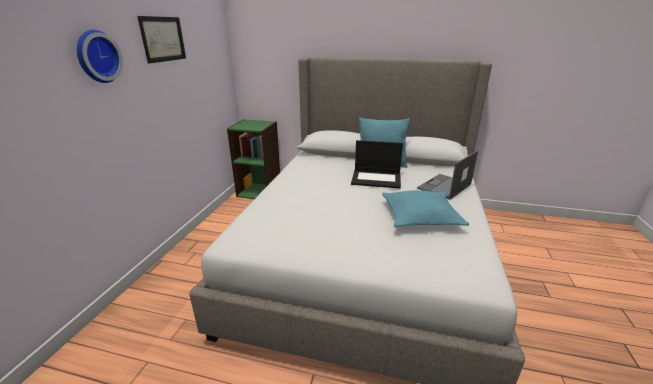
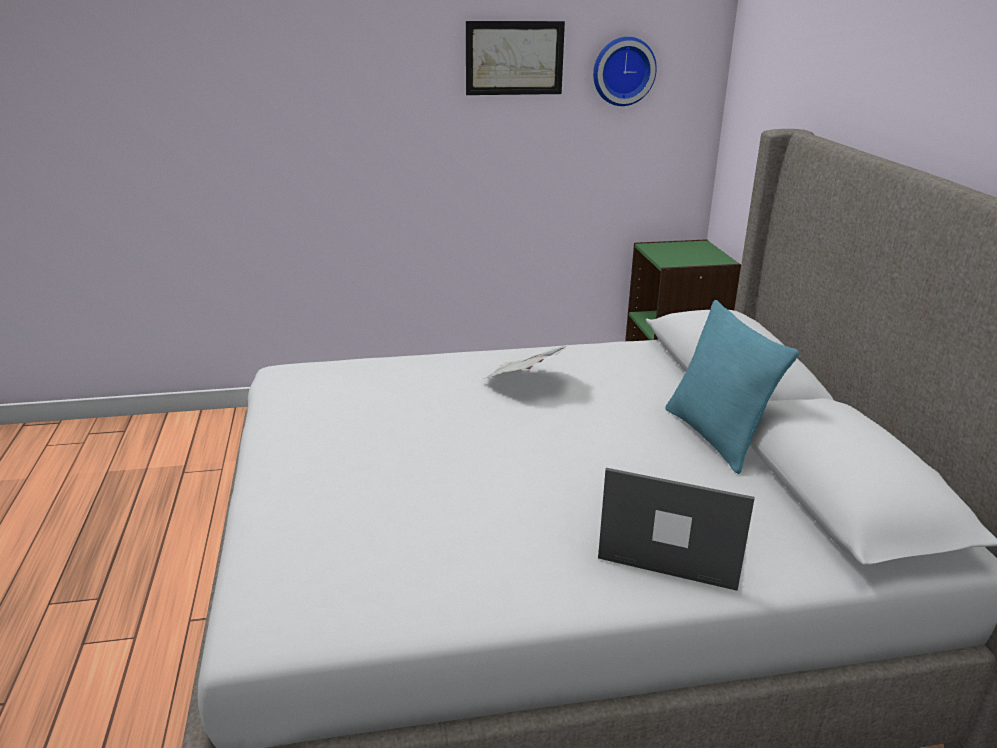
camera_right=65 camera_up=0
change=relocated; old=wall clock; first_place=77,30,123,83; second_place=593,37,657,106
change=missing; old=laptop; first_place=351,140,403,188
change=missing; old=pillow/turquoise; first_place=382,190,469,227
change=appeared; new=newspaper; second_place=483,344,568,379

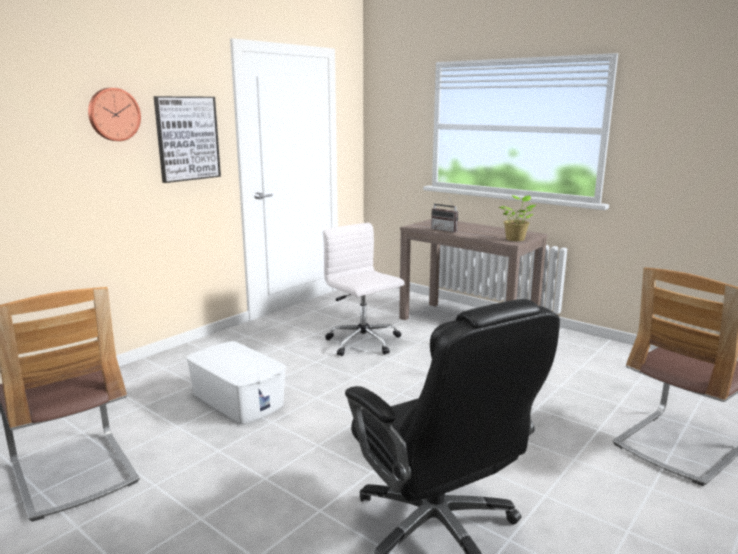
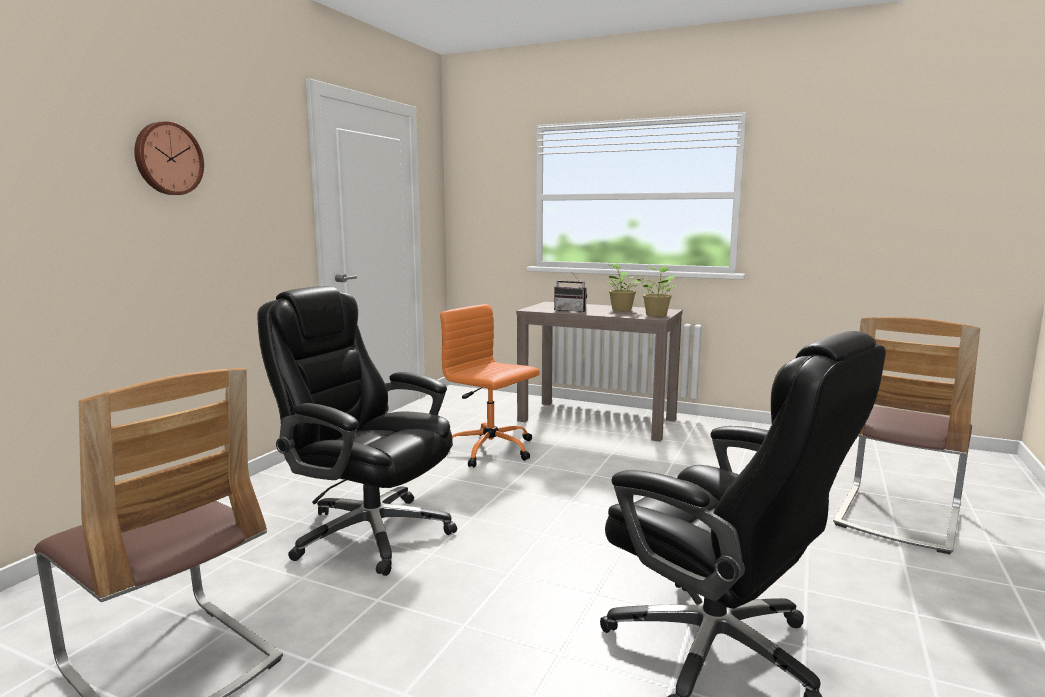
camera_right=-15 camera_up=-5
change=missing; old=picture; first_place=154,96,221,183
change=exchanged; old=storage box/white; new=office chair/black; first_place=186,341,286,424; second_place=257,286,457,576
change=colour; old=office chair/white; new=office chair/orange; first_place=323,223,405,356; second_place=440,304,540,468
change=appeared; new=potted plant; second_place=605,263,639,311

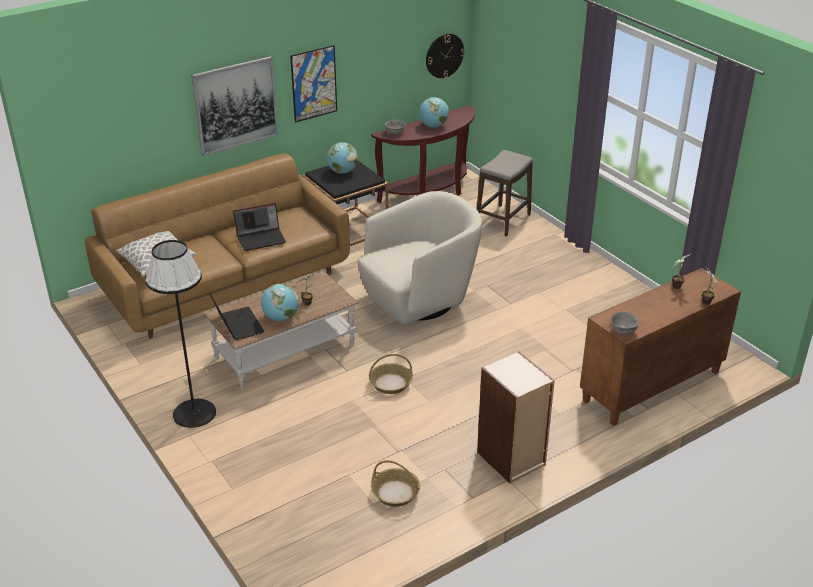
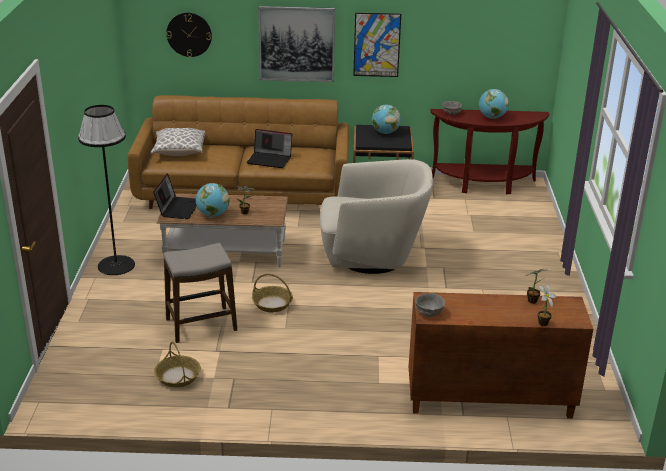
camera_right=35 camera_up=-5
change=relocated; old=wall clock; first_place=426,33,465,78; second_place=166,13,212,57
change=relocated; old=stool; first_place=477,150,533,237; second_place=164,243,237,343
change=missing; old=bookcase; first_place=477,352,555,483

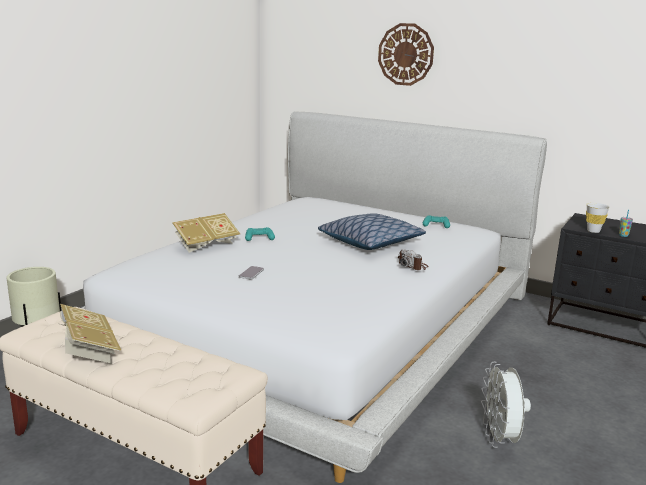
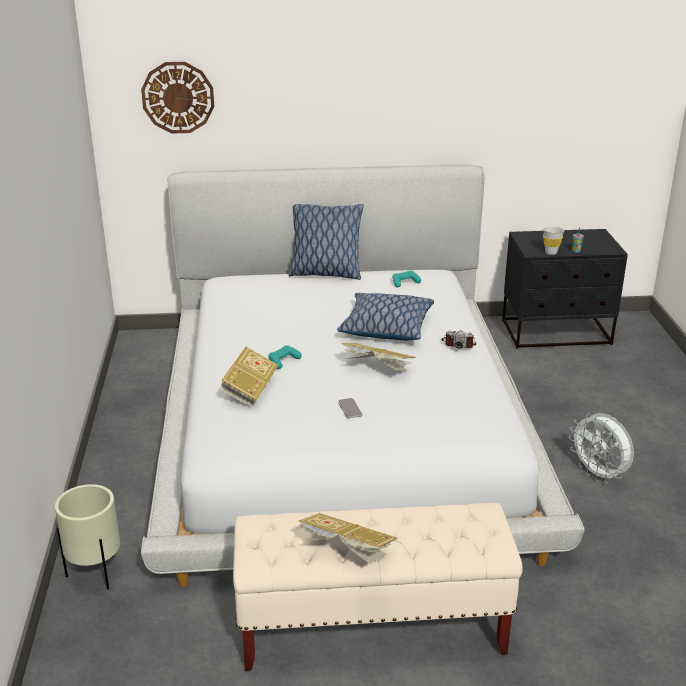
camera_right=-35 camera_up=10
change=relocated; old=wall clock; first_place=378,23,434,86; second_place=141,62,214,133
change=appeared; new=pillow; second_place=289,204,364,280
change=appeared; new=book; second_place=341,343,416,371

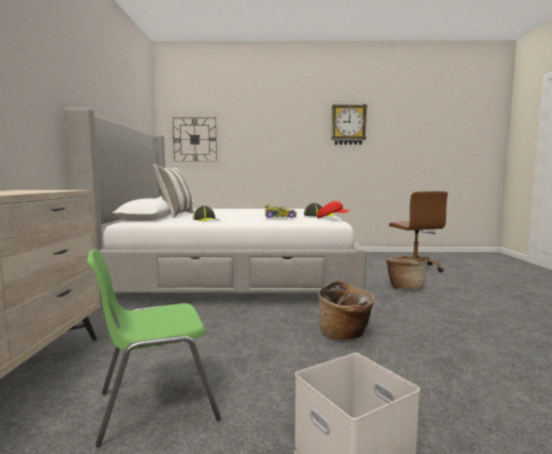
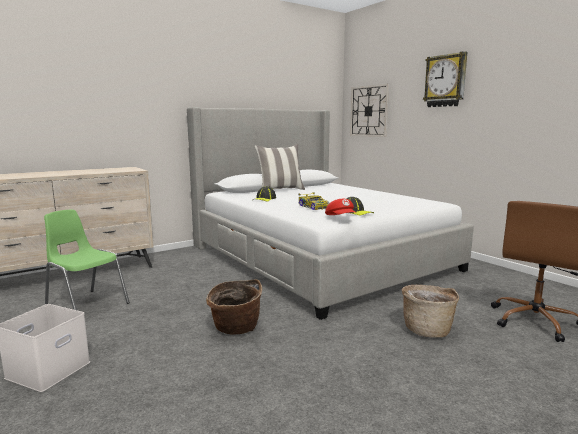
camera_right=55 camera_up=5
change=relocated; old=wall clock; first_place=331,104,367,145; second_place=423,52,467,107

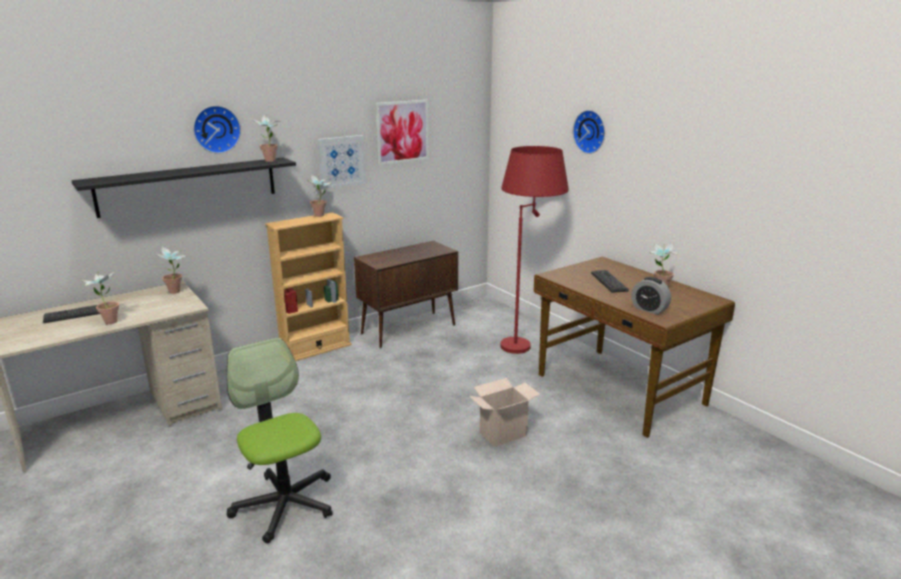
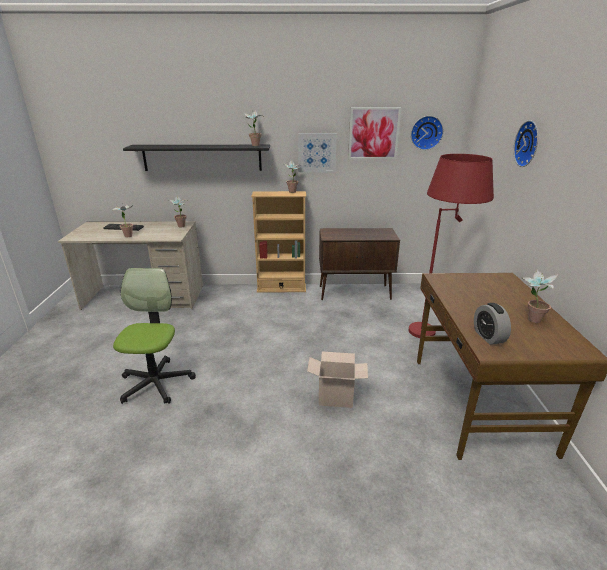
camera_right=35 camera_up=5
change=relocated; old=wall clock; first_place=193,105,241,154; second_place=411,116,443,150
change=missing; old=keyboard; first_place=591,270,629,293

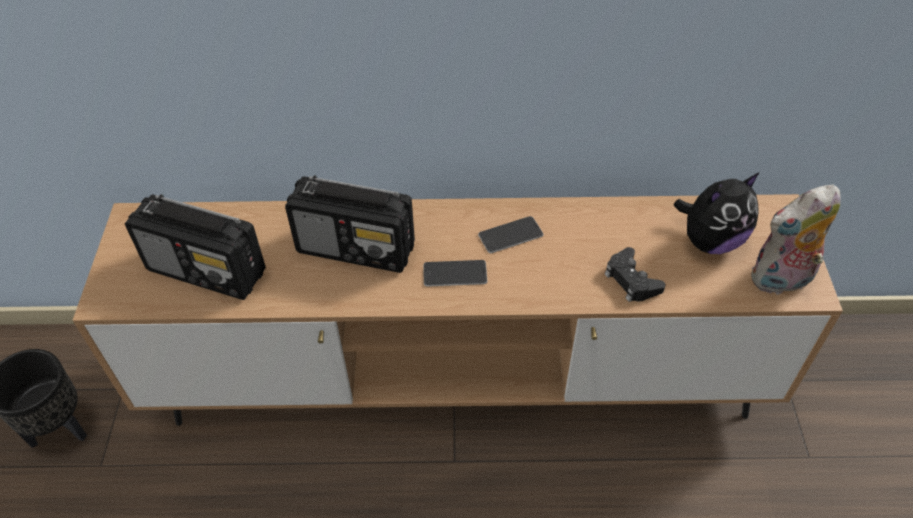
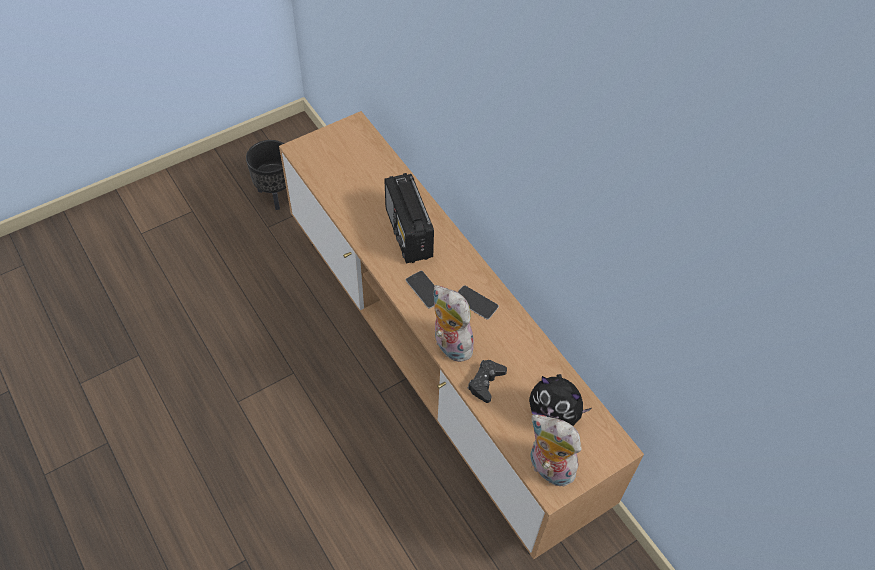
camera_right=55 camera_up=5
change=missing; old=radio; first_place=125,194,266,300
change=appeared; new=plush toy; second_place=434,285,478,362

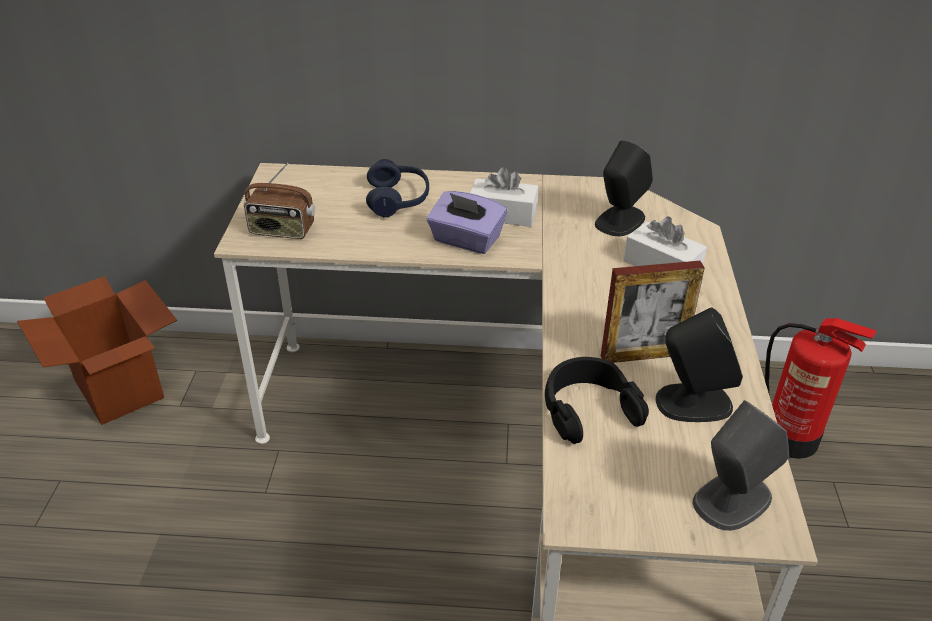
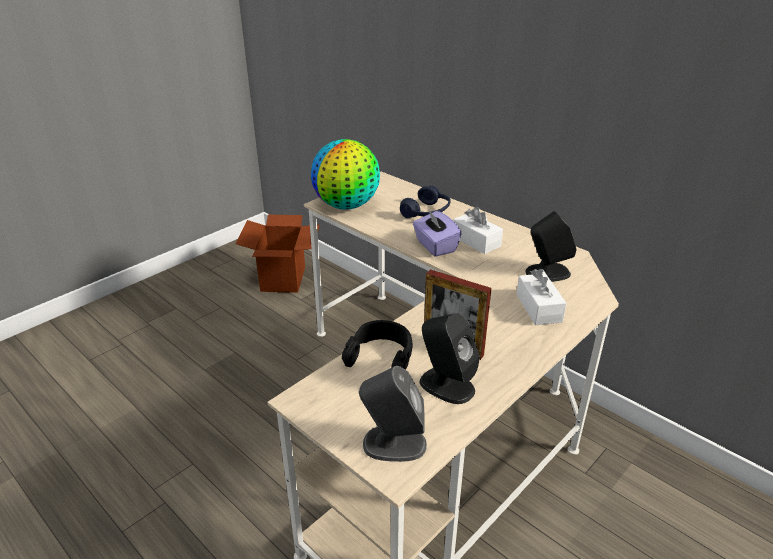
camera_right=40 camera_up=-5
change=exchanged; old=radio; new=globe; first_place=244,163,315,239; second_place=311,139,380,210
change=missing; old=fire extinguisher; first_place=765,318,877,459

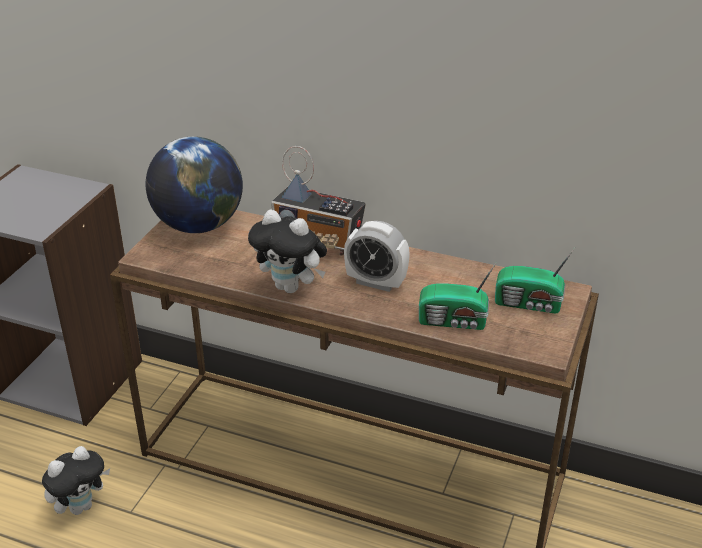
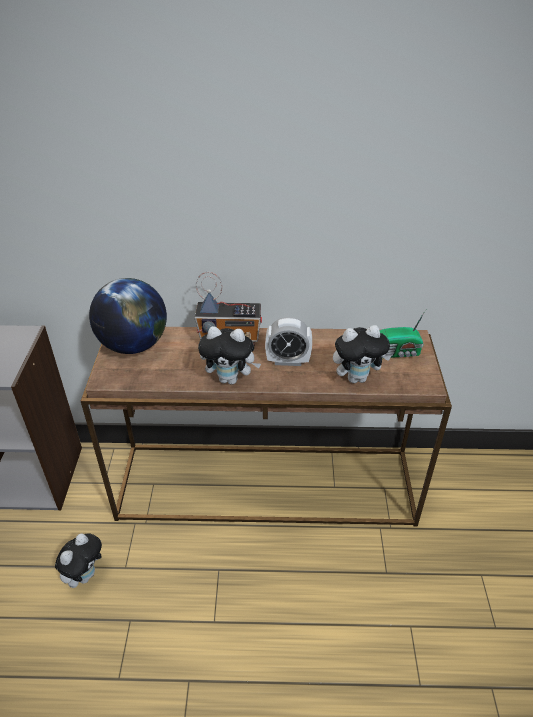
camera_right=-20 camera_up=5
change=exchanged; old=radio; new=plush toy; first_place=419,262,497,330; second_place=333,325,391,383

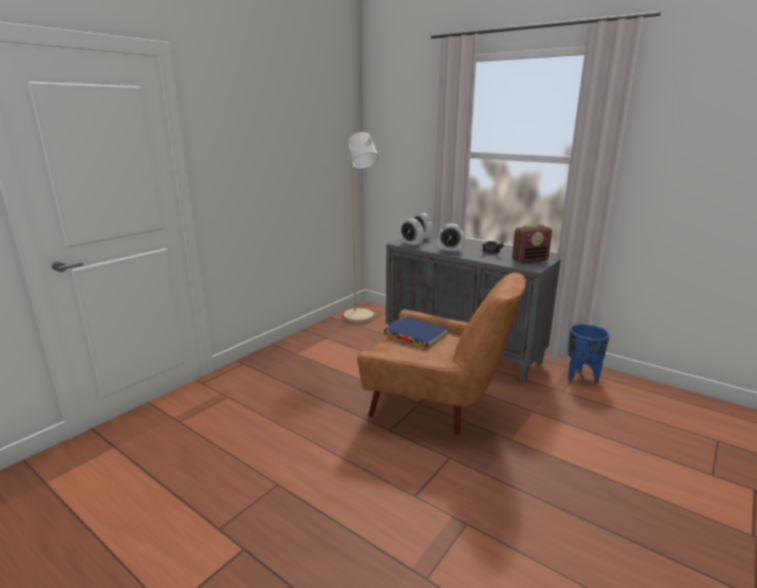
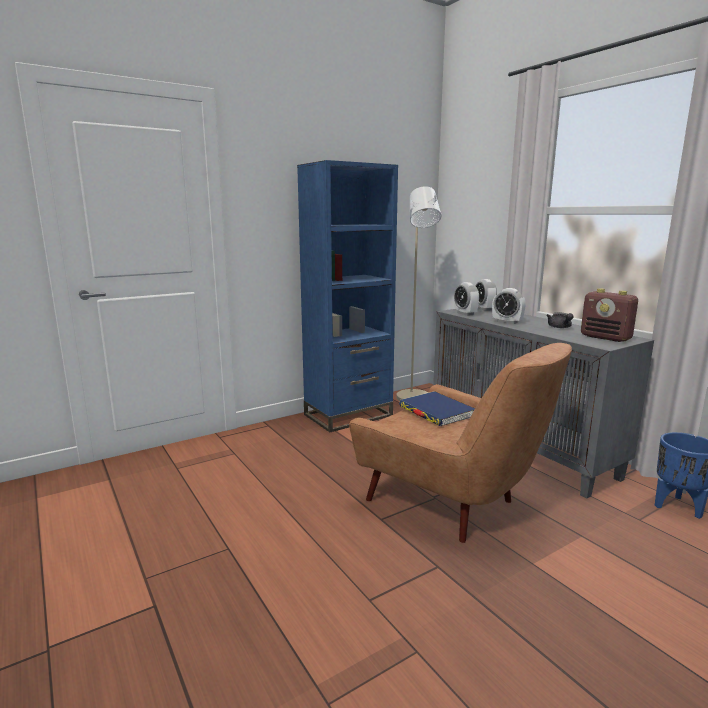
camera_right=20 camera_up=-5
change=spun; old=radio; first_place=512,224,552,263; second_place=581,288,638,342; degrees=45
change=appeared; new=bookcase/blue; second_place=297,160,398,432

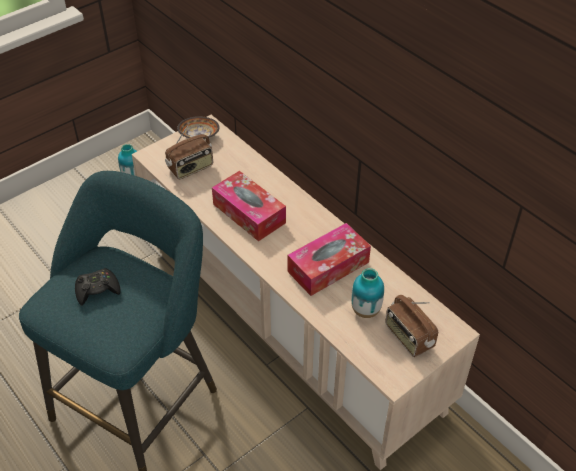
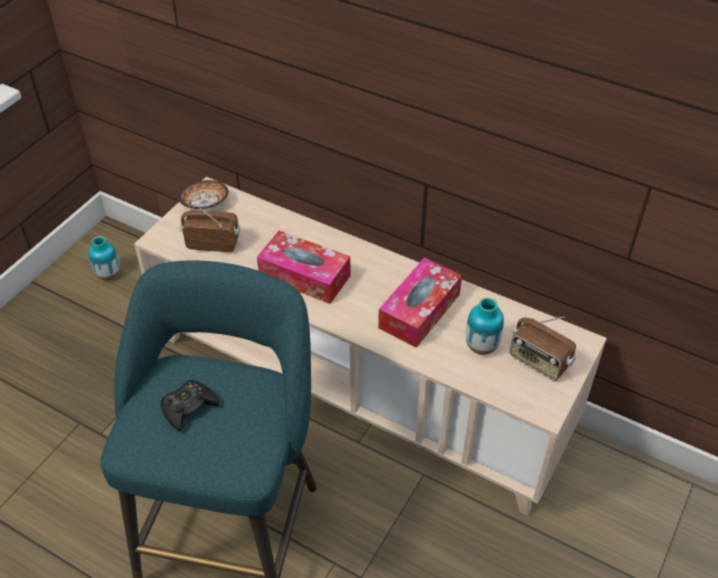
camera_right=-20 camera_up=0
change=spun; old=radio; first_place=165,123,213,179; second_place=180,204,240,252; degrees=-120

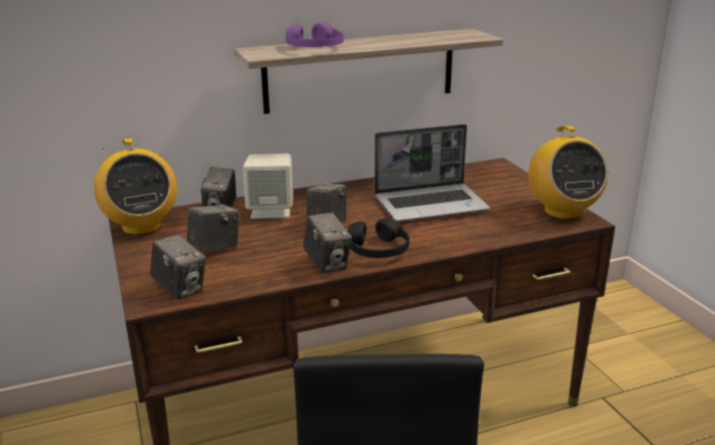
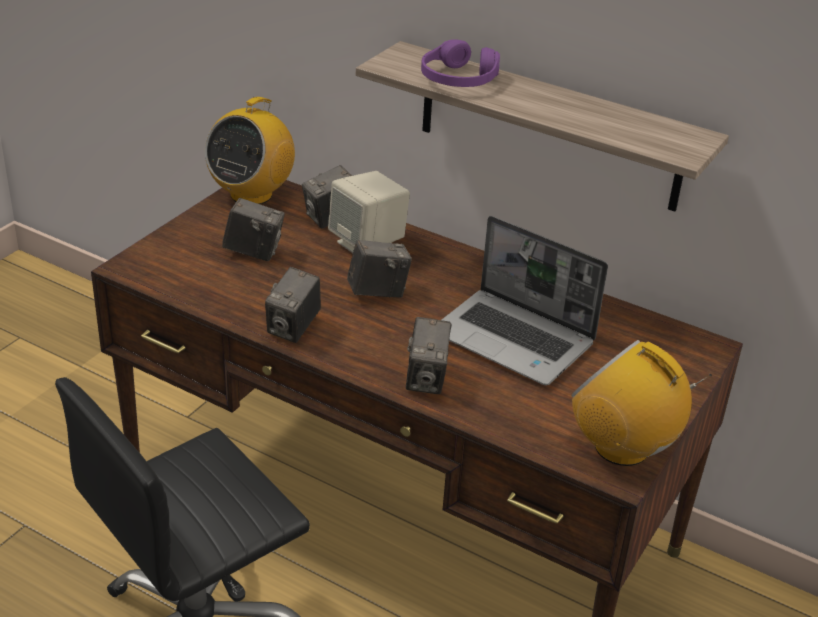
camera_right=50 camera_up=10
change=relocated; old=photo camera; first_place=150,234,206,300; second_place=406,317,452,394
change=missing; old=headphones/black; first_place=348,218,409,258
change=spun; old=radio; first_place=528,126,608,220; second_place=571,340,712,466; degrees=90

